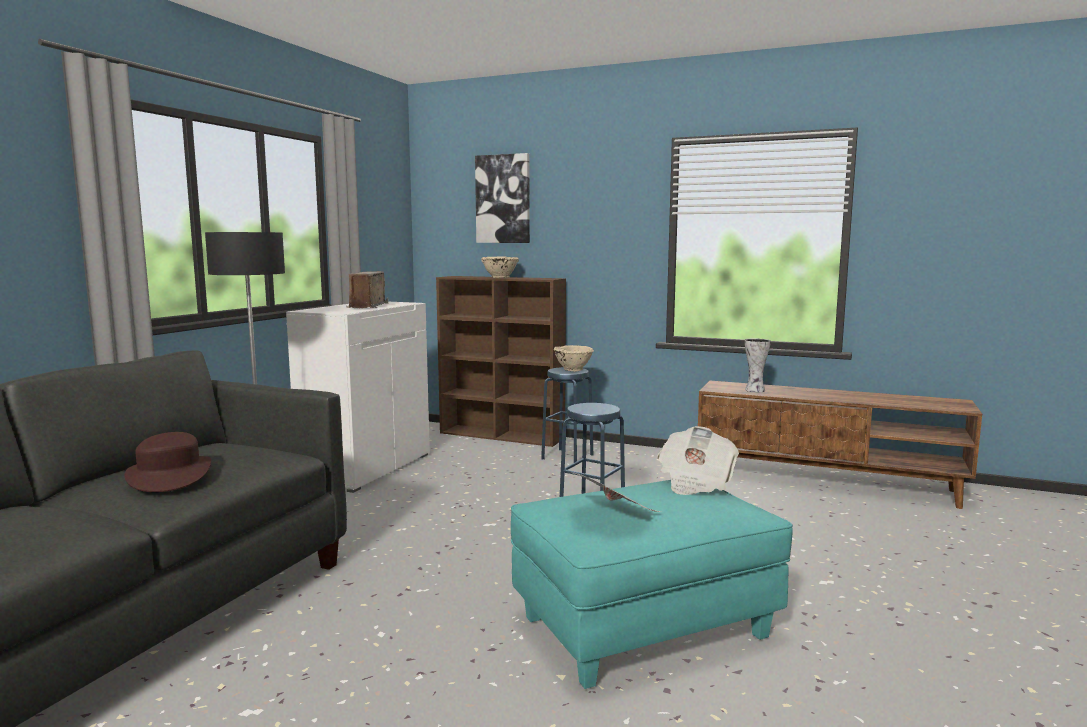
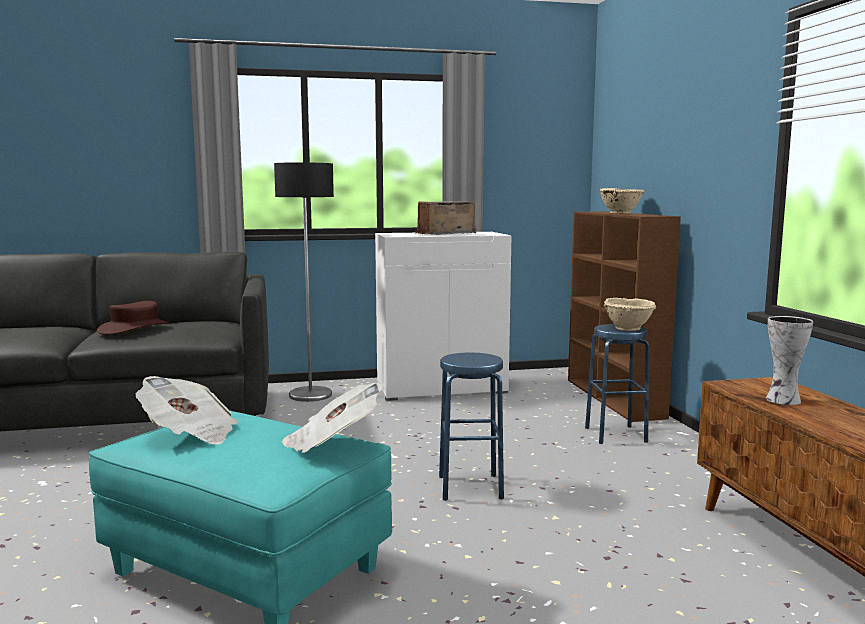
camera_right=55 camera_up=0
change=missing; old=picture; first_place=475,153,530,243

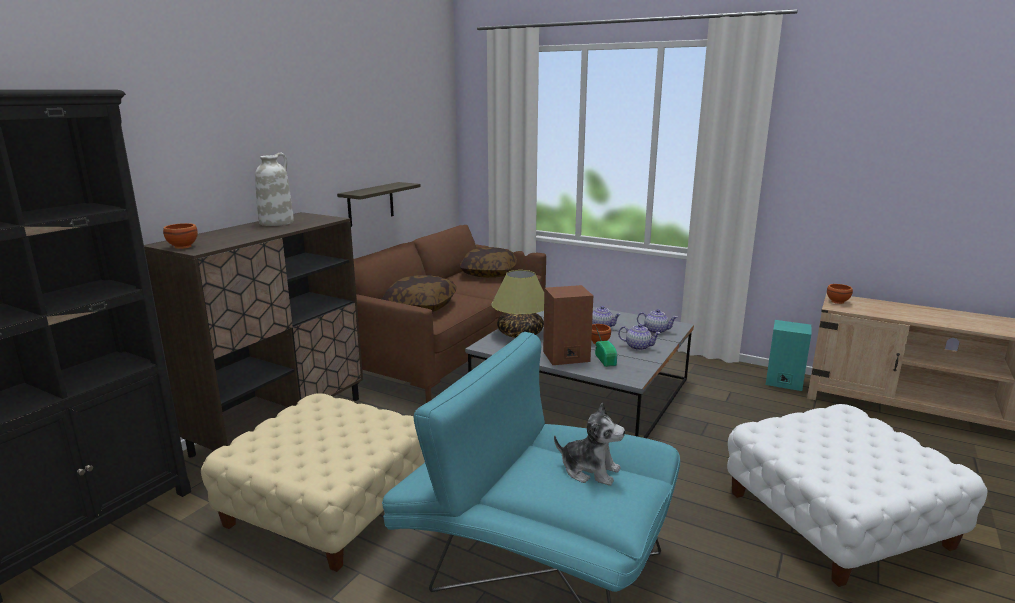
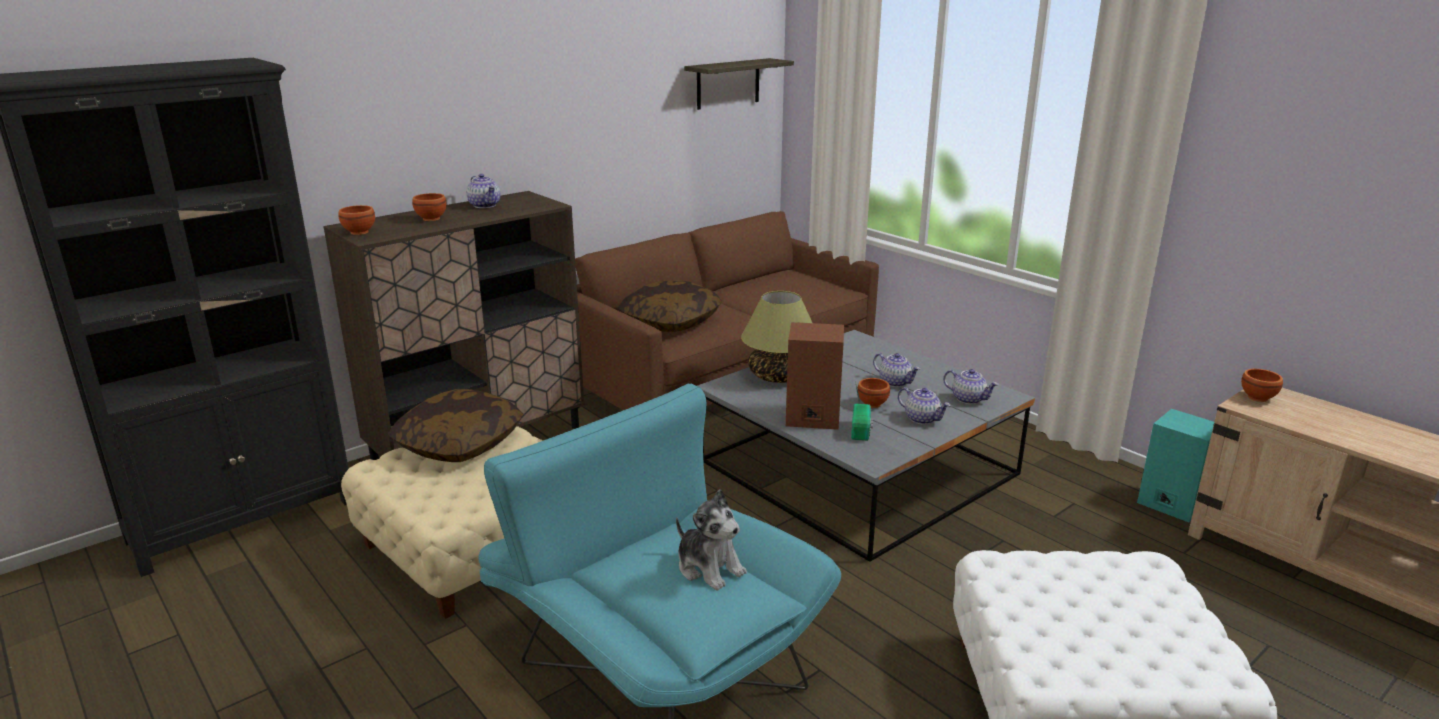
camera_right=20 camera_up=5
change=exchanged; old=vase/white; new=teapot; first_place=255,152,294,226; second_place=467,174,500,208
change=relocated; old=shelf; first_place=337,182,421,227; second_place=684,58,794,110
change=relocated; old=pillow; first_place=460,247,517,278; second_place=387,389,523,462
change=appeared; new=bowl/brown; second_place=412,193,447,221

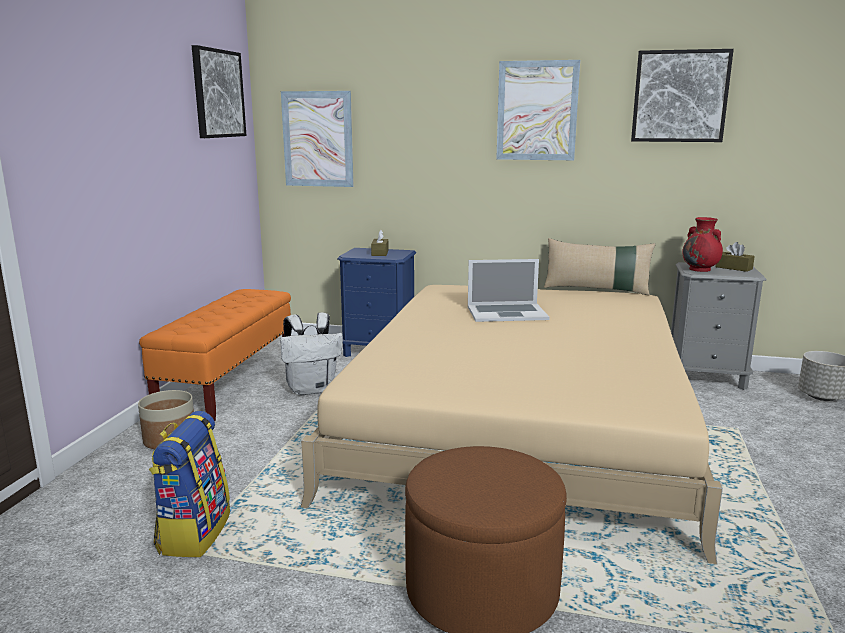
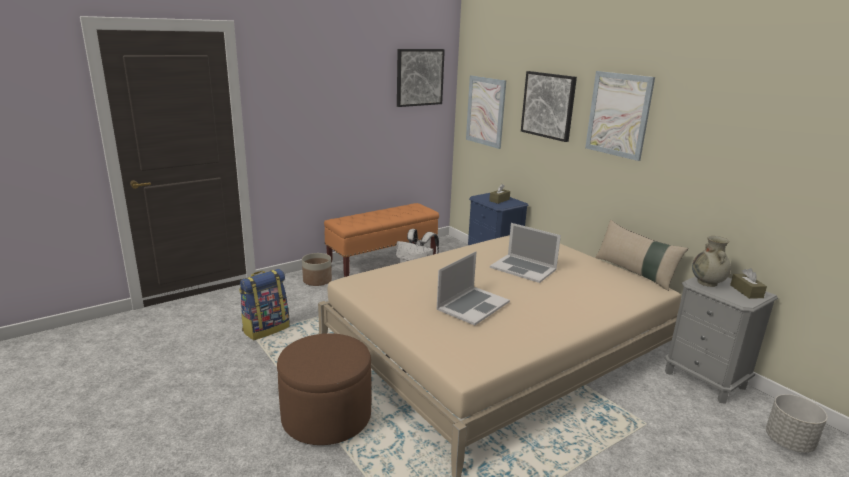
camera_right=40 camera_up=5
change=relocated; old=picture; first_place=631,49,734,142; second_place=521,71,577,142
change=colour; old=vase/red; new=vase/beige; first_place=682,217,723,272; second_place=692,236,731,287
change=appeared; new=laptop; second_place=437,251,510,326

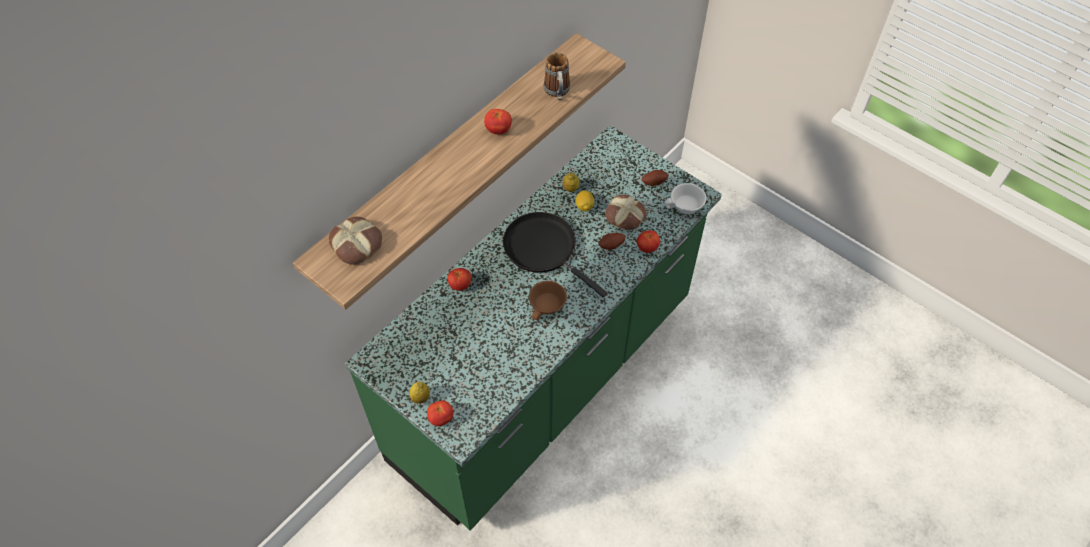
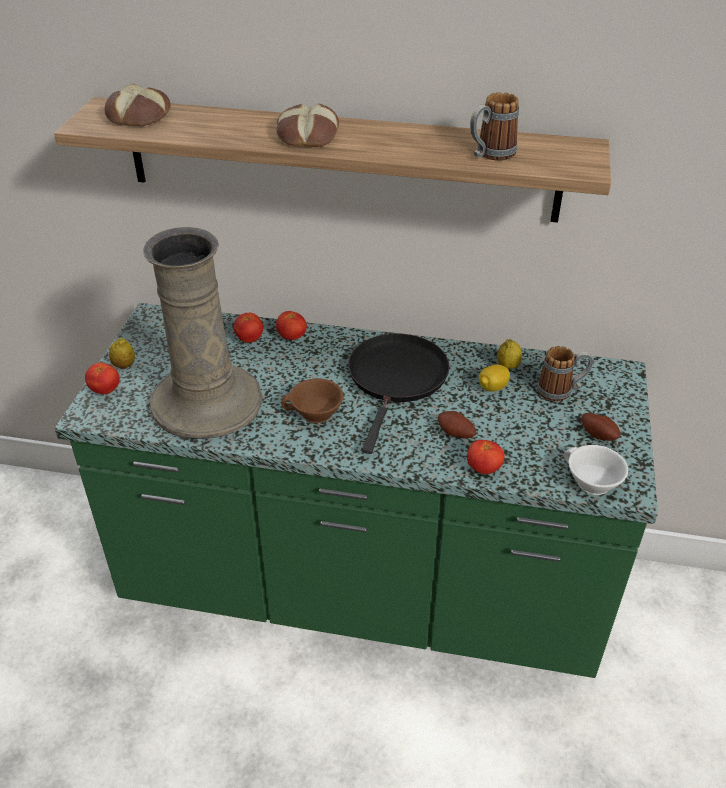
camera_right=60 camera_up=-15
change=relocated; old=tomato; first_place=484,109,512,134; second_place=234,313,263,343
change=relocated; old=bread; first_place=605,195,647,230; second_place=276,103,339,147
change=appeared; new=vase/beige; second_place=143,227,262,439
change=appeared; new=mug; second_place=537,346,593,402

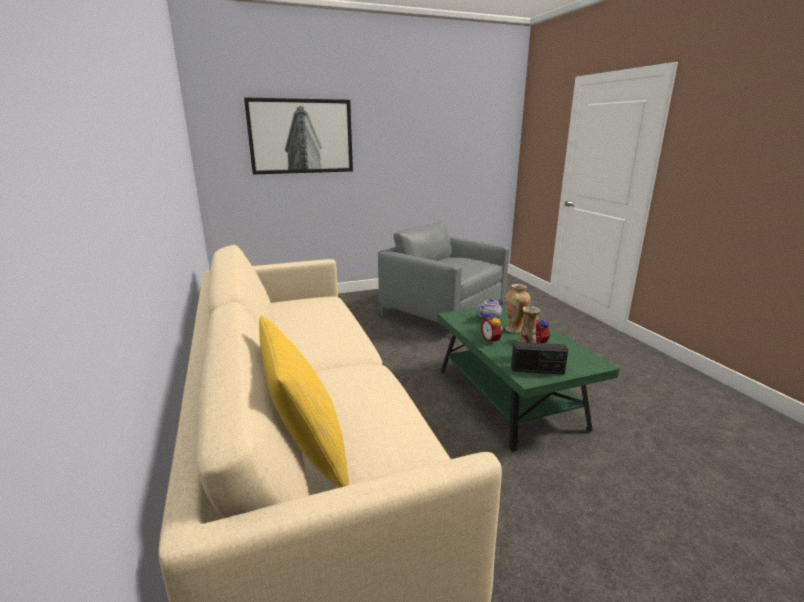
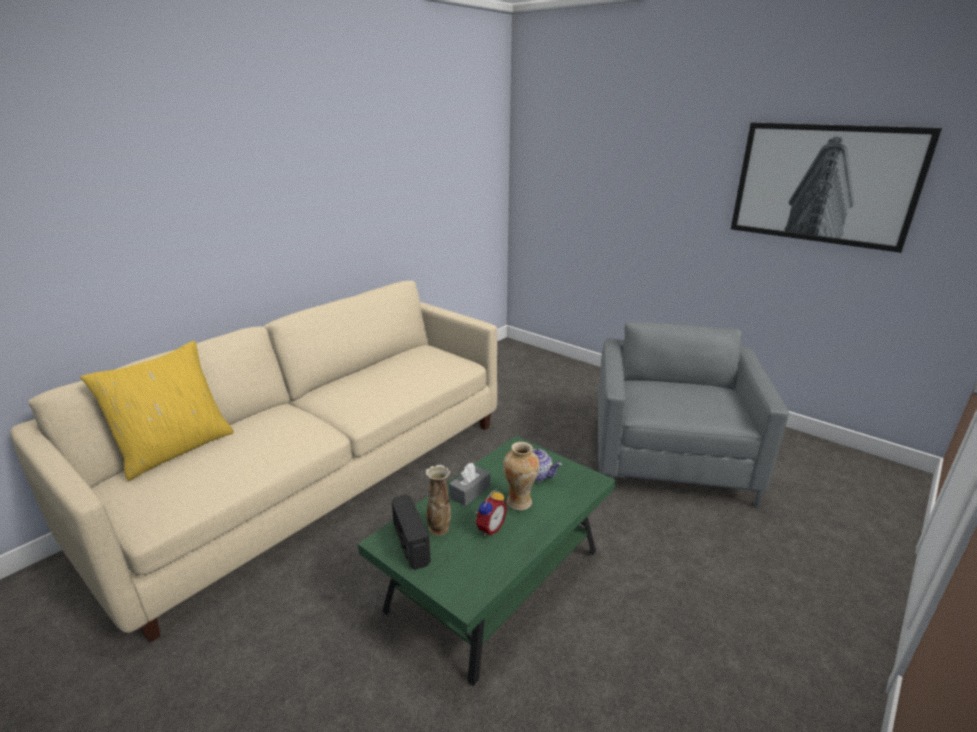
camera_right=60 camera_up=5
change=relocated; old=picture; first_place=244,97,353,175; second_place=731,123,942,253
change=exchanged; old=alarm clock; new=tissue box/grey; first_place=481,310,503,344; second_place=449,463,490,506

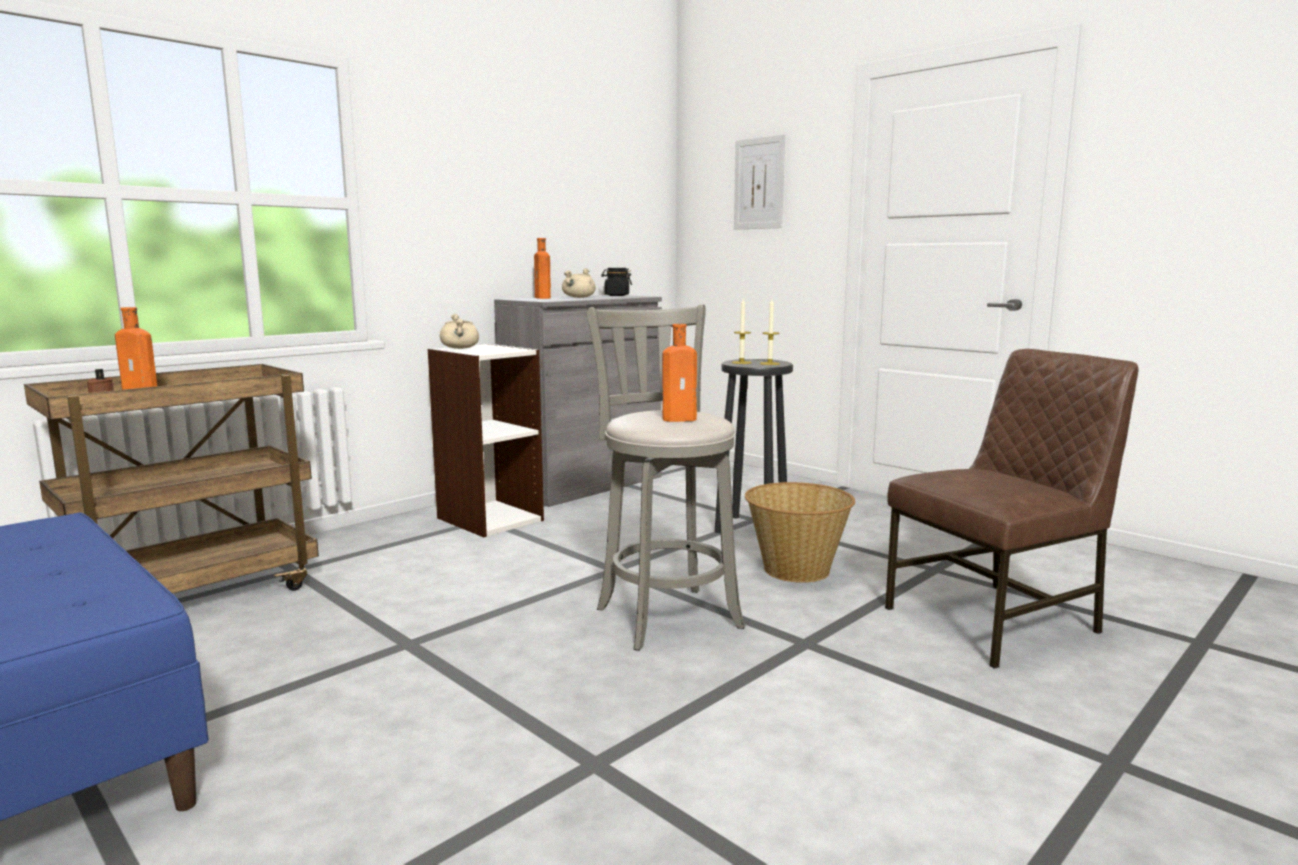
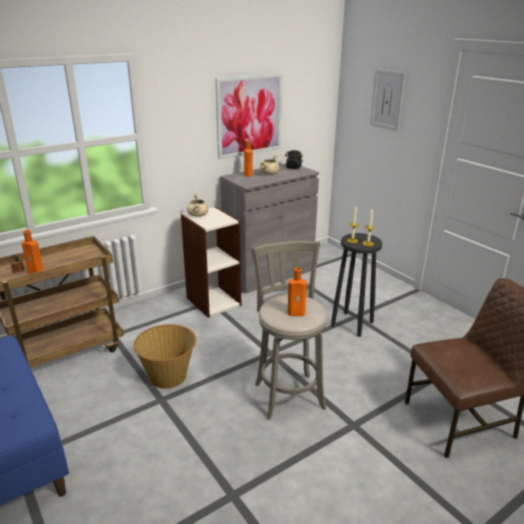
camera_right=10 camera_up=15
change=relocated; old=basket; first_place=745,482,855,583; second_place=133,324,196,389
change=appeared; new=picture; second_place=215,73,282,159

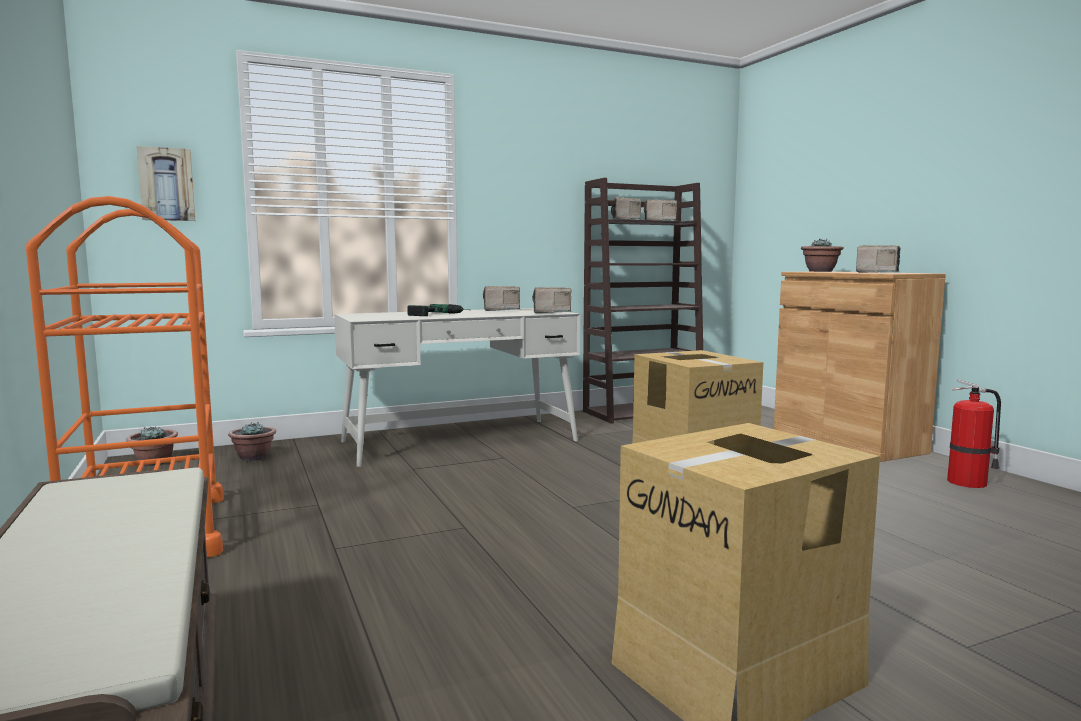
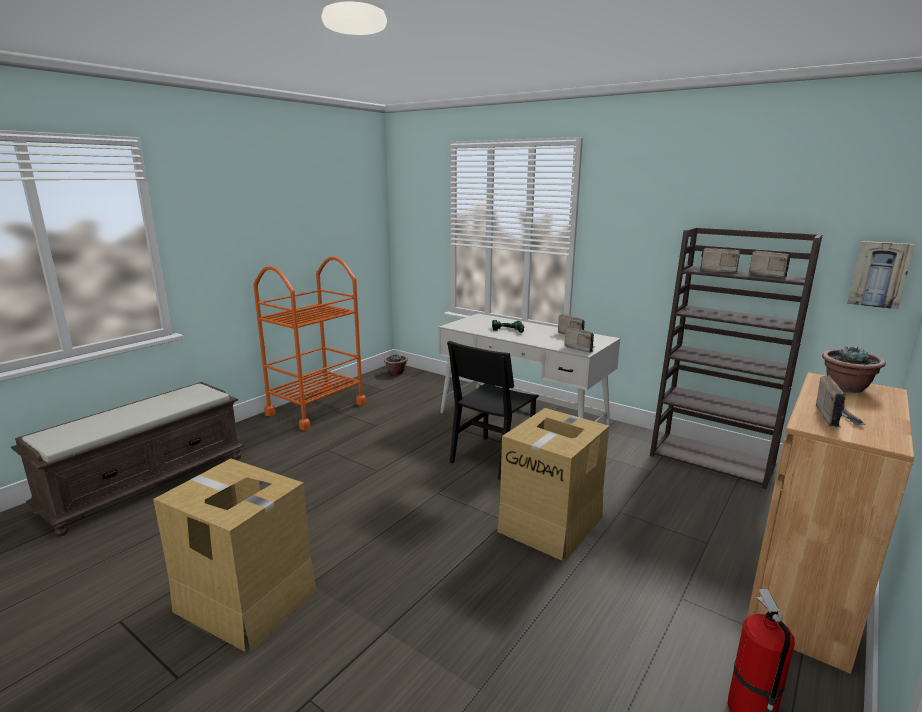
camera_right=60 camera_up=10
change=relocated; old=picture; first_place=136,146,195,221; second_place=847,241,915,309
change=missing; old=potted plant; first_place=228,422,276,461
change=appeared; new=chair/black; second_place=447,341,539,480

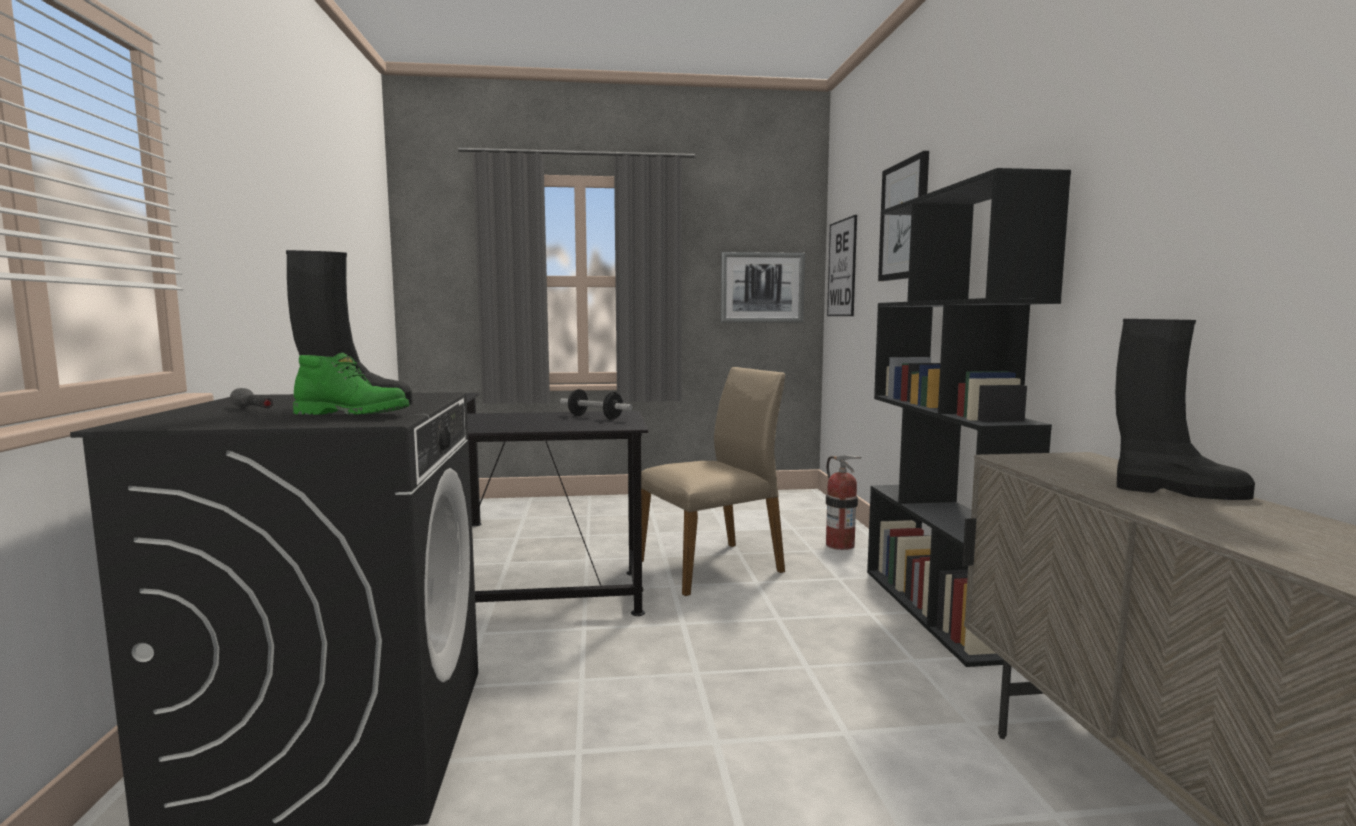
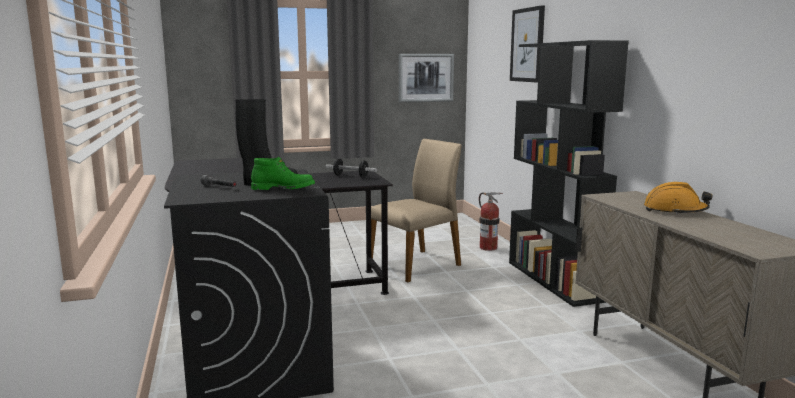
camera_right=-10 camera_up=5
change=missing; old=picture; first_place=827,215,857,316
change=exchanged; old=boot/black; new=hard hat/orange; first_place=1115,319,1255,500; second_place=644,182,712,215

